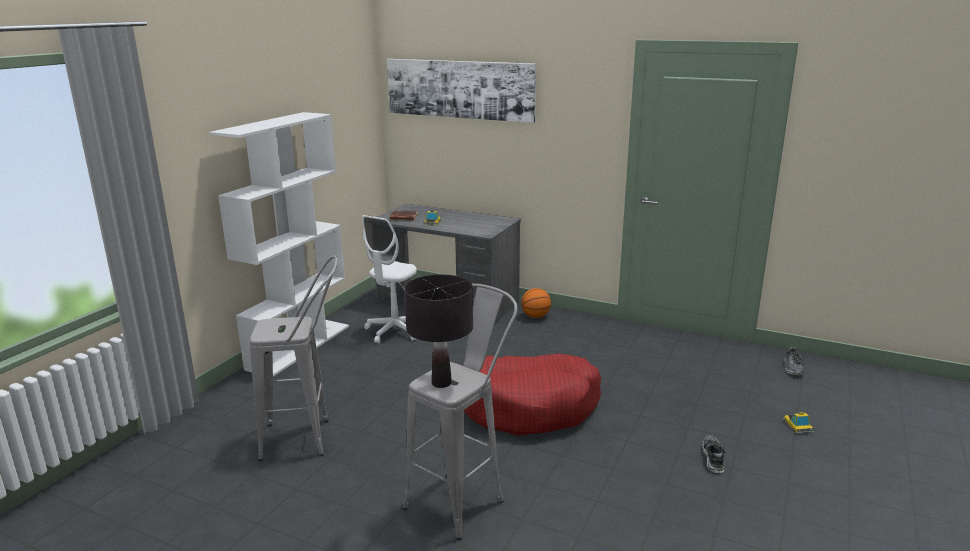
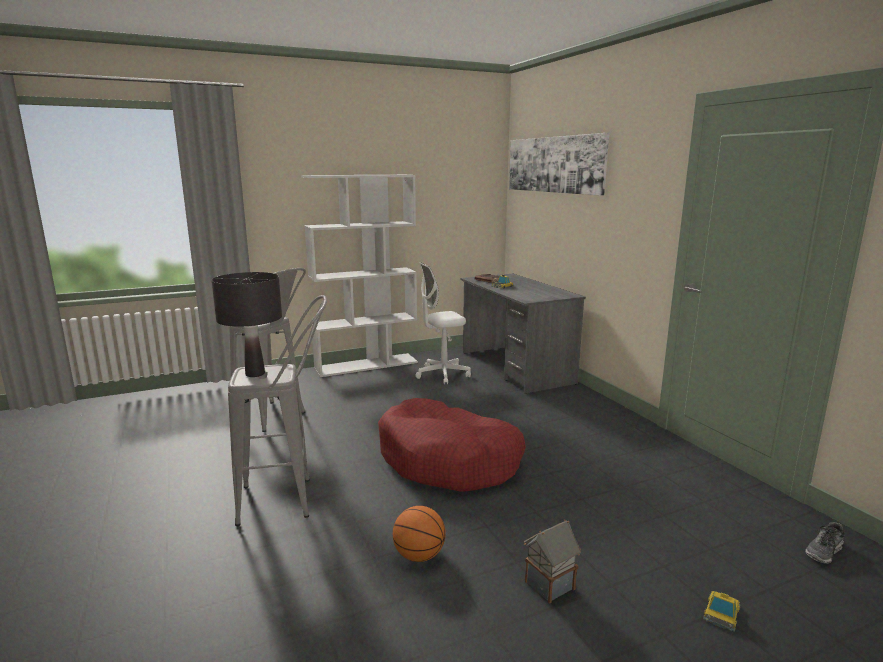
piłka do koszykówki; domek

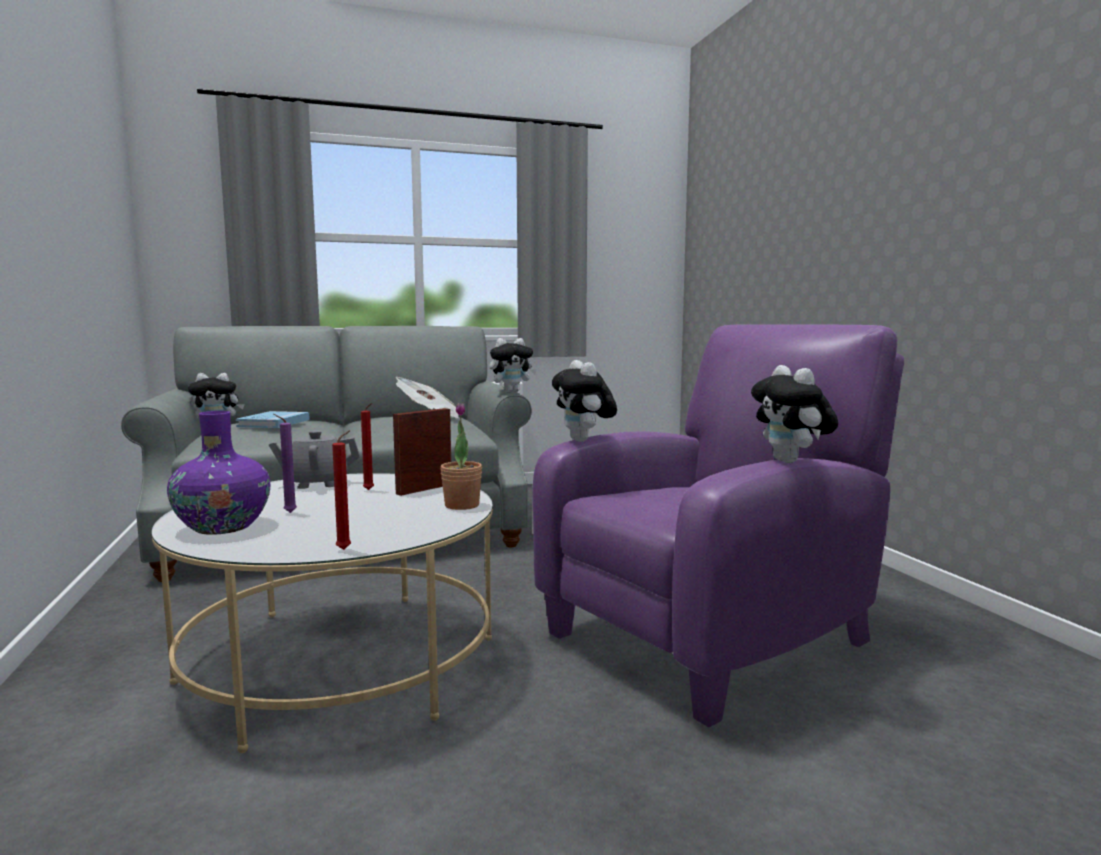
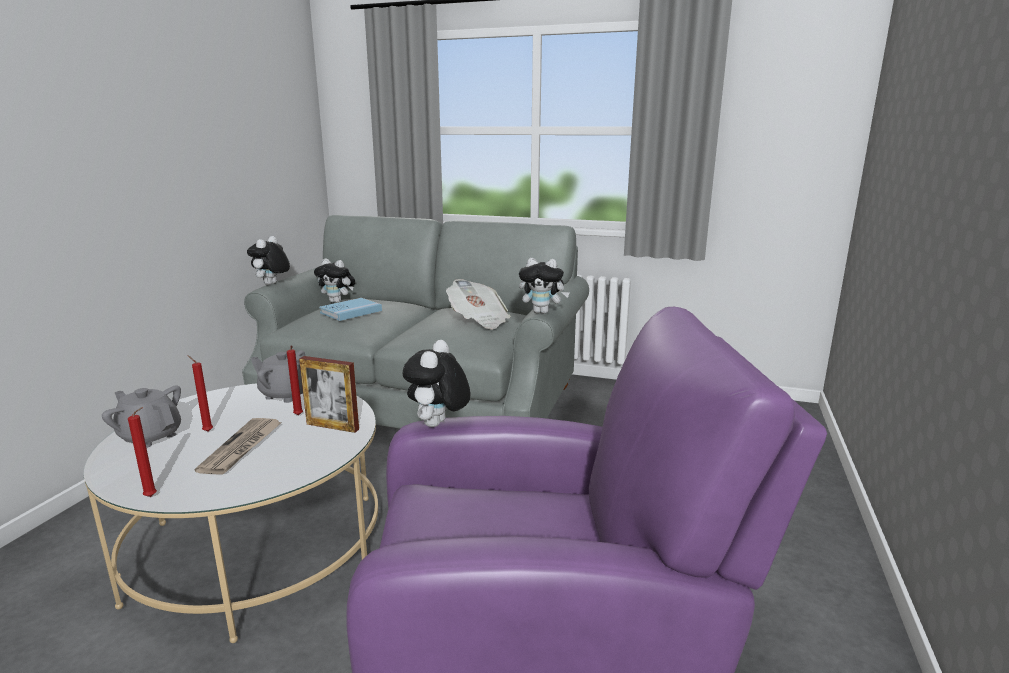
pluszak (1st from left); roślina doniczkowa; ramka na zdjęcie; imbryk (szary) (1st from left); świeca (czerwony) (2nd from left); gazeta (1st from left)

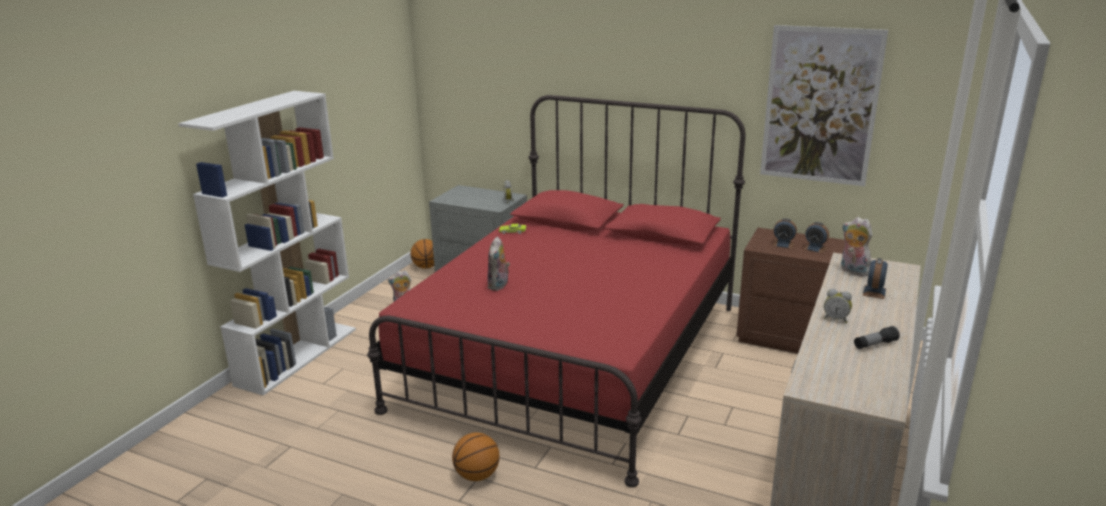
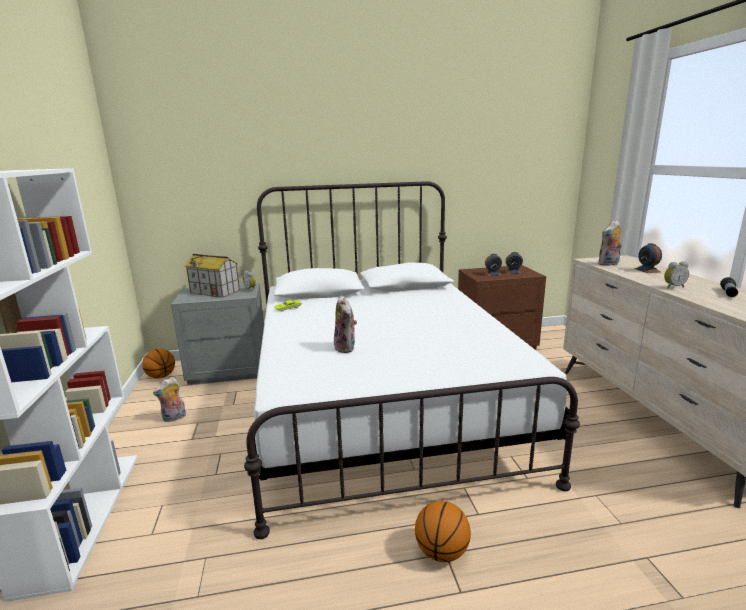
obraz; łóżko (biały); pluszak (3rd from left); domek

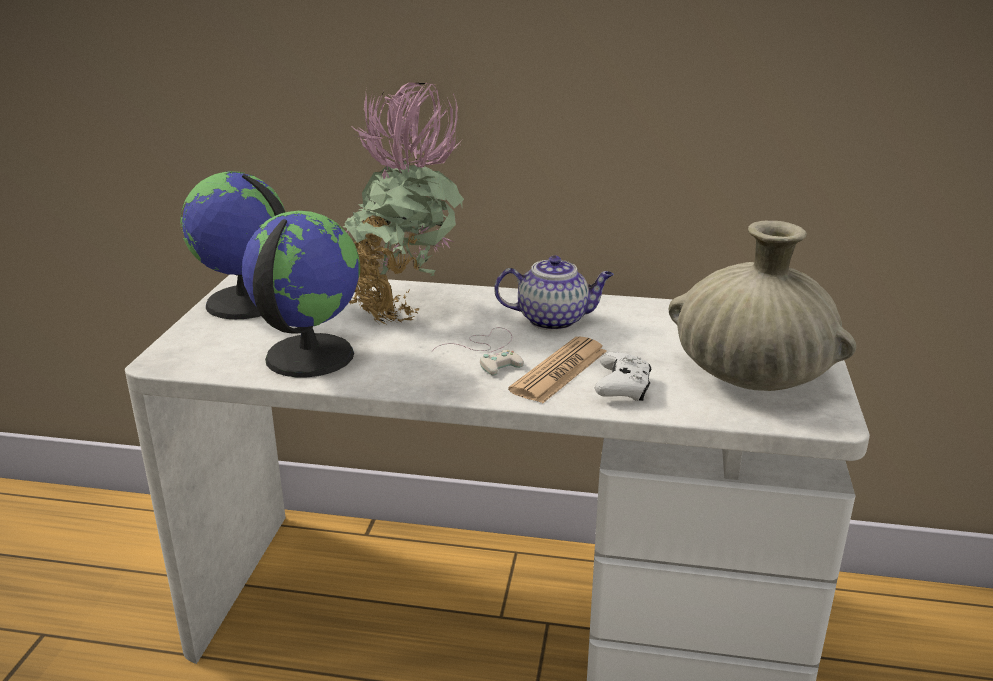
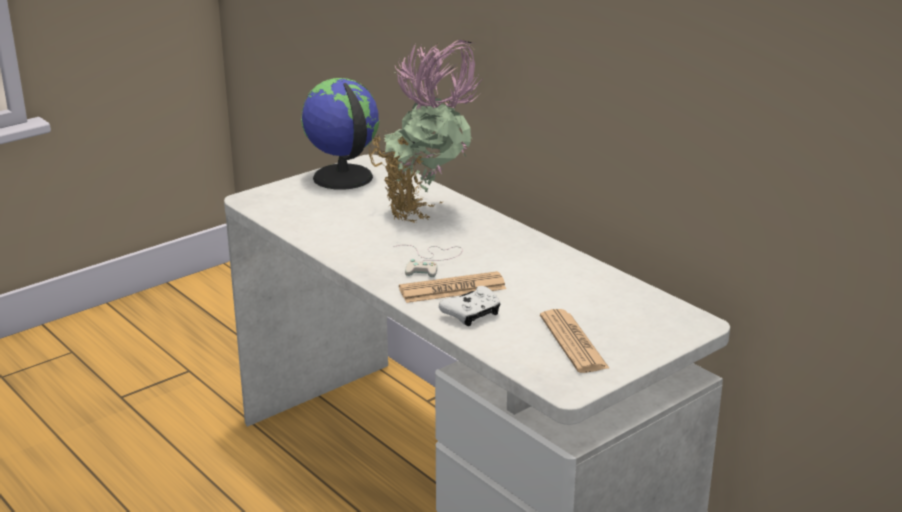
globus (2nd from left in the first image); gazeta (2nd from left); imbryk

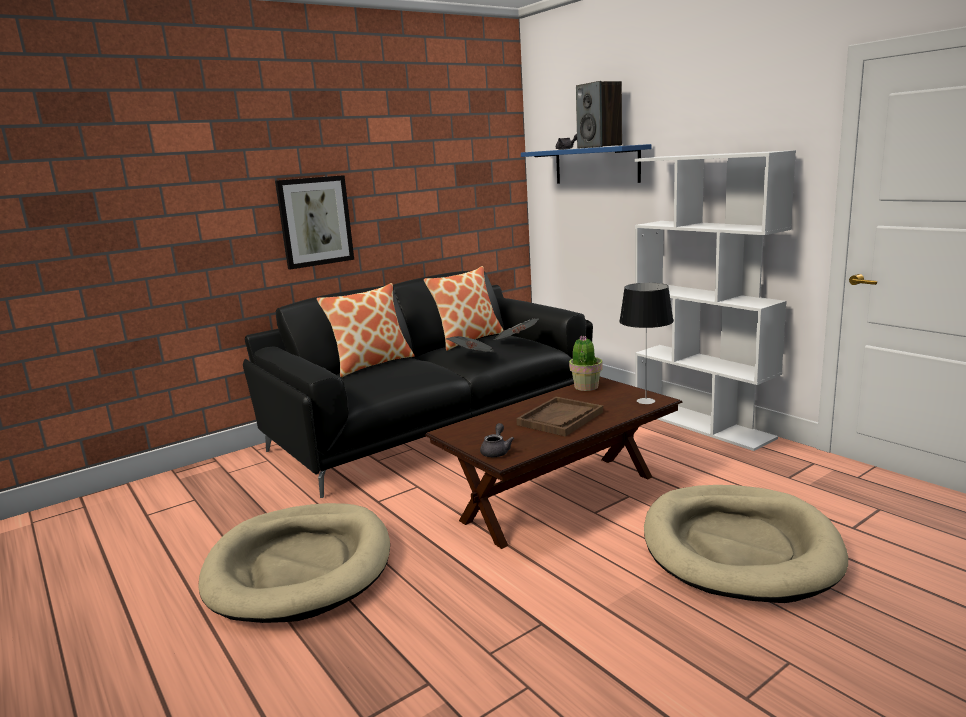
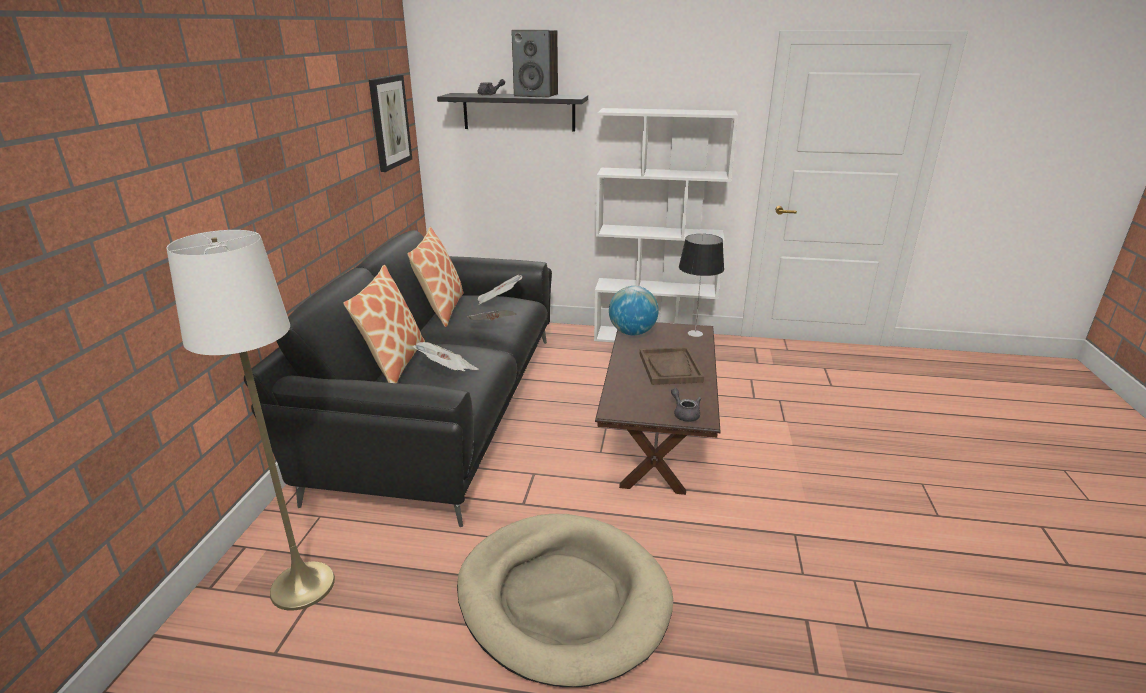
półka (czarny); obraz; globus; legowisko (beżowy) (2nd from left in the first image); lampa stojąca (biały); gazeta (1st from left)

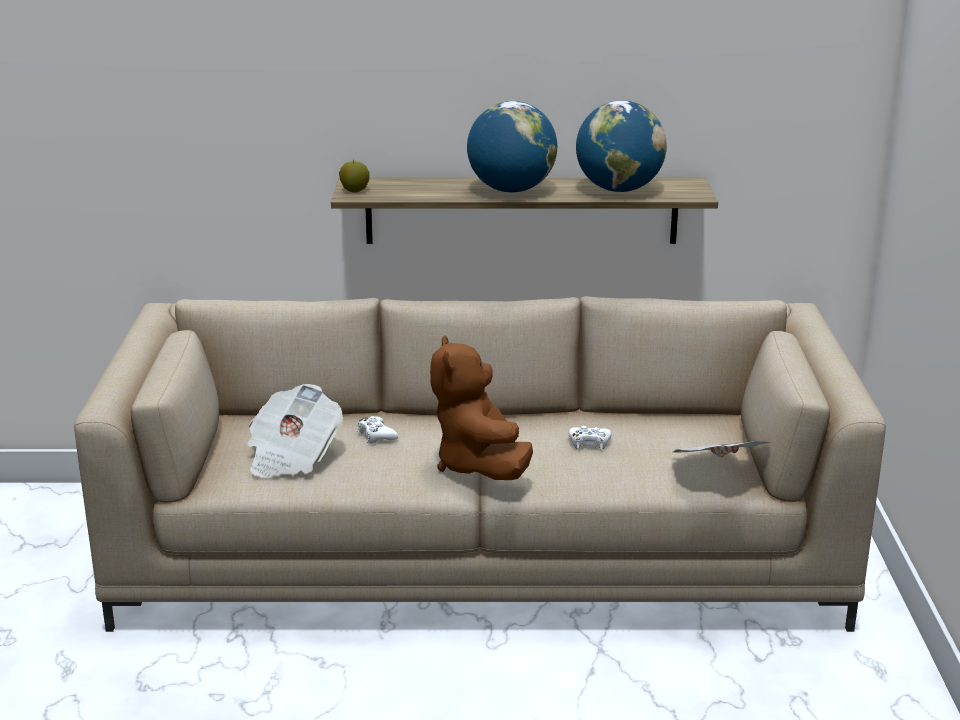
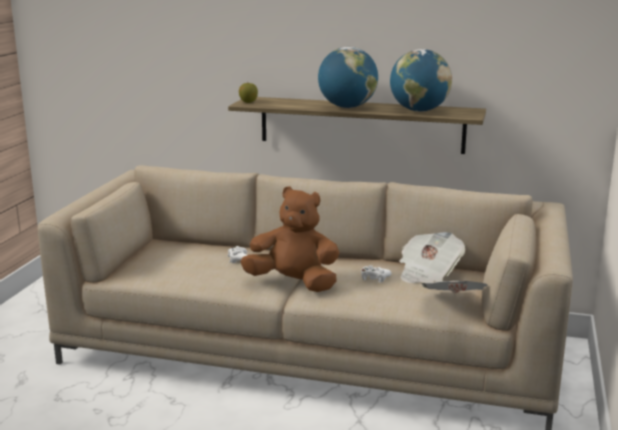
pluszak (brązowy); gazeta (1st from left)

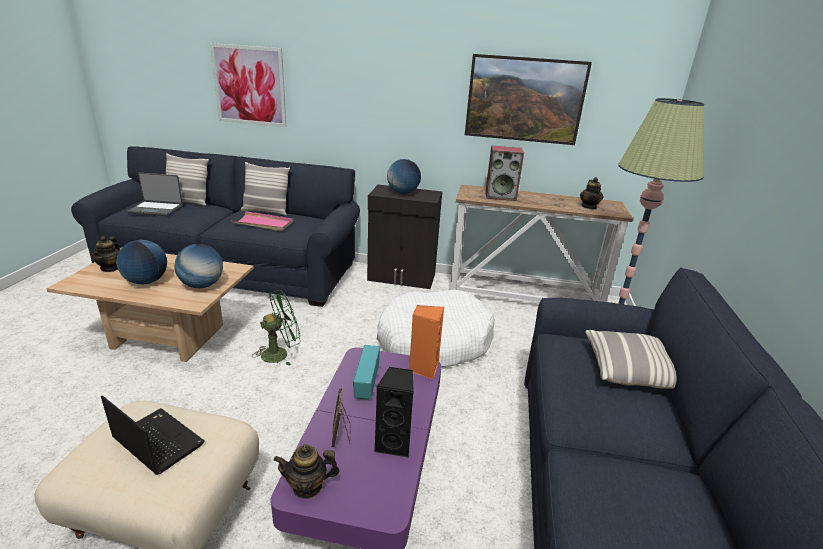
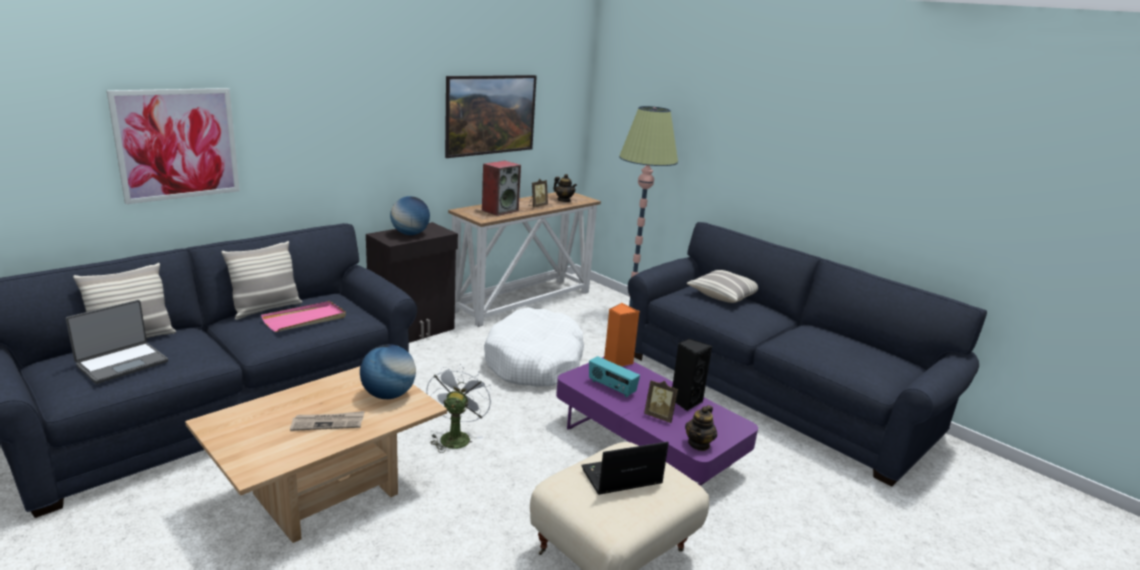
imbryk (1st from left in the first image); gazeta; wentylator (biały); ramka na zdjęcie (1st from left)

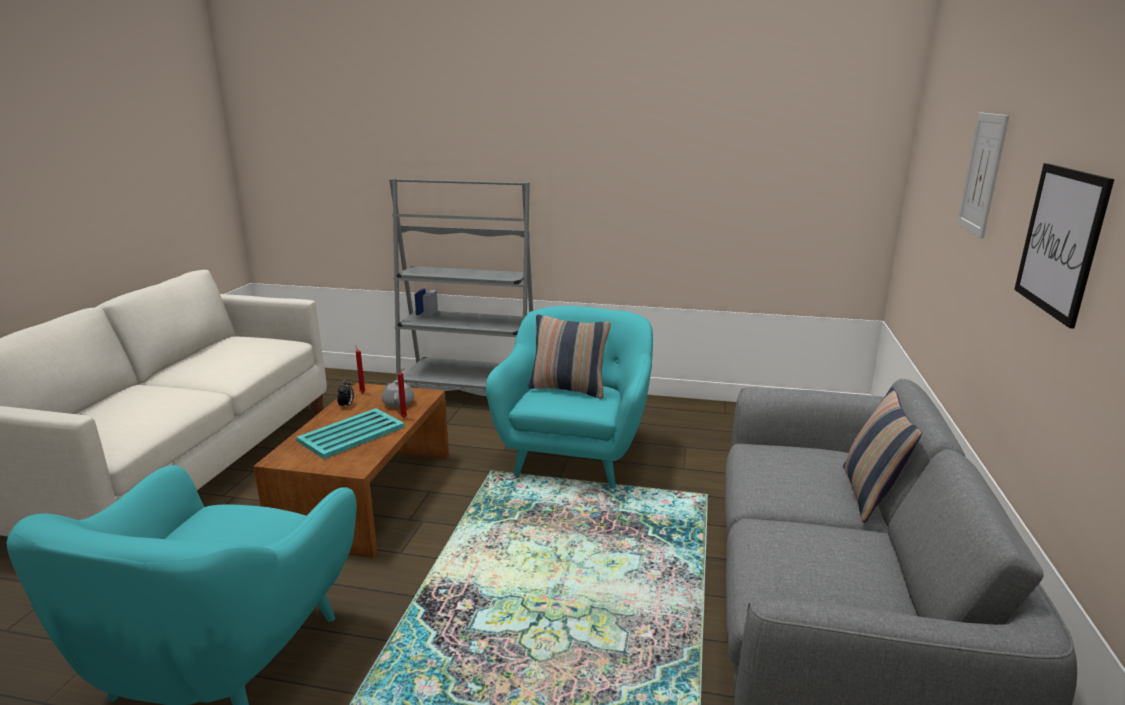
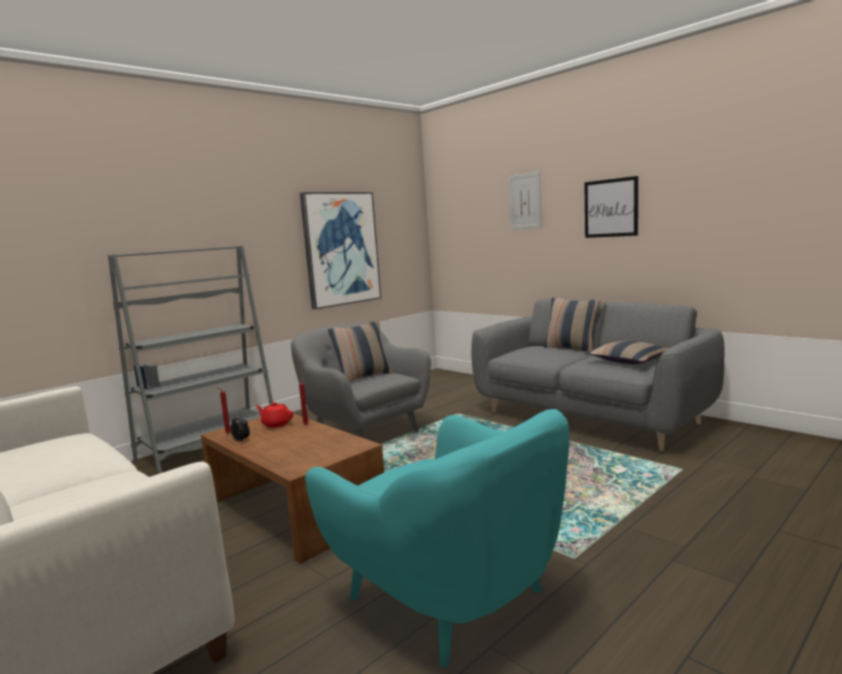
fotel (szary); imbryk (czerwony); taca (turkusowy); obraz (1st from left); poduszka (3rd from left)

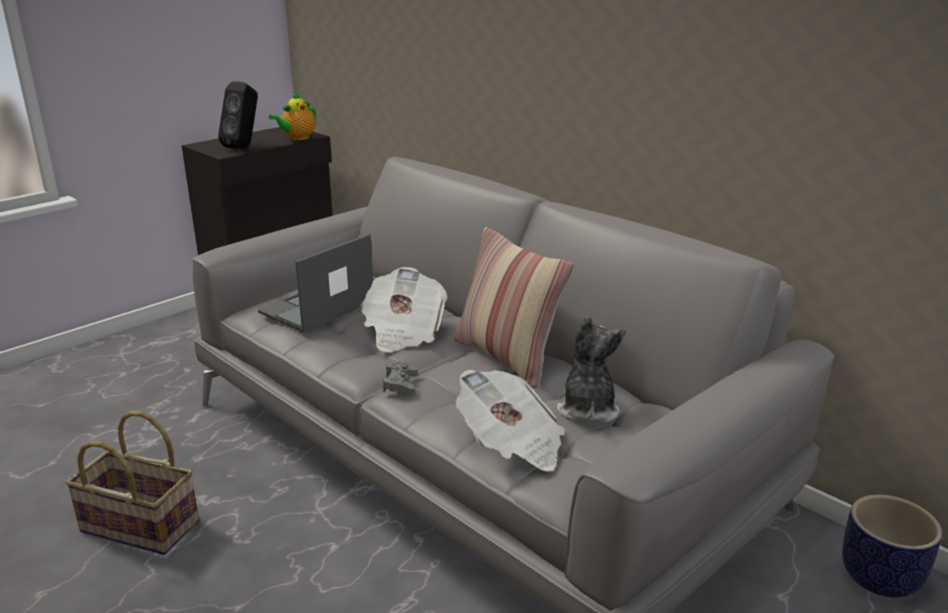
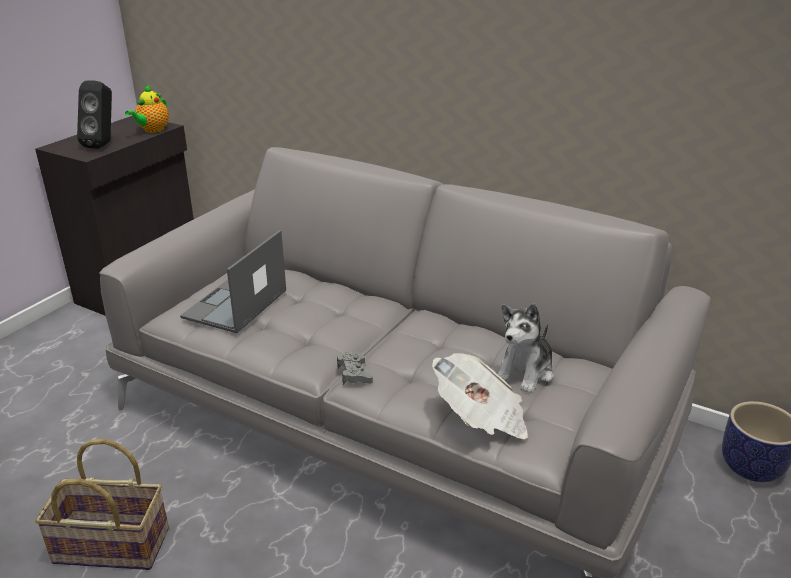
poduszka; gazeta (1st from left in the first image); pluszak

